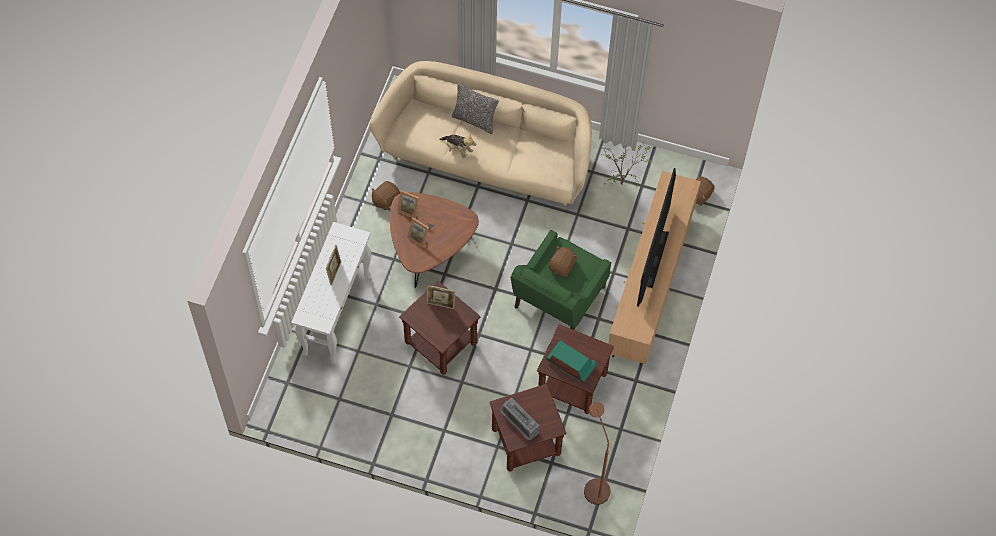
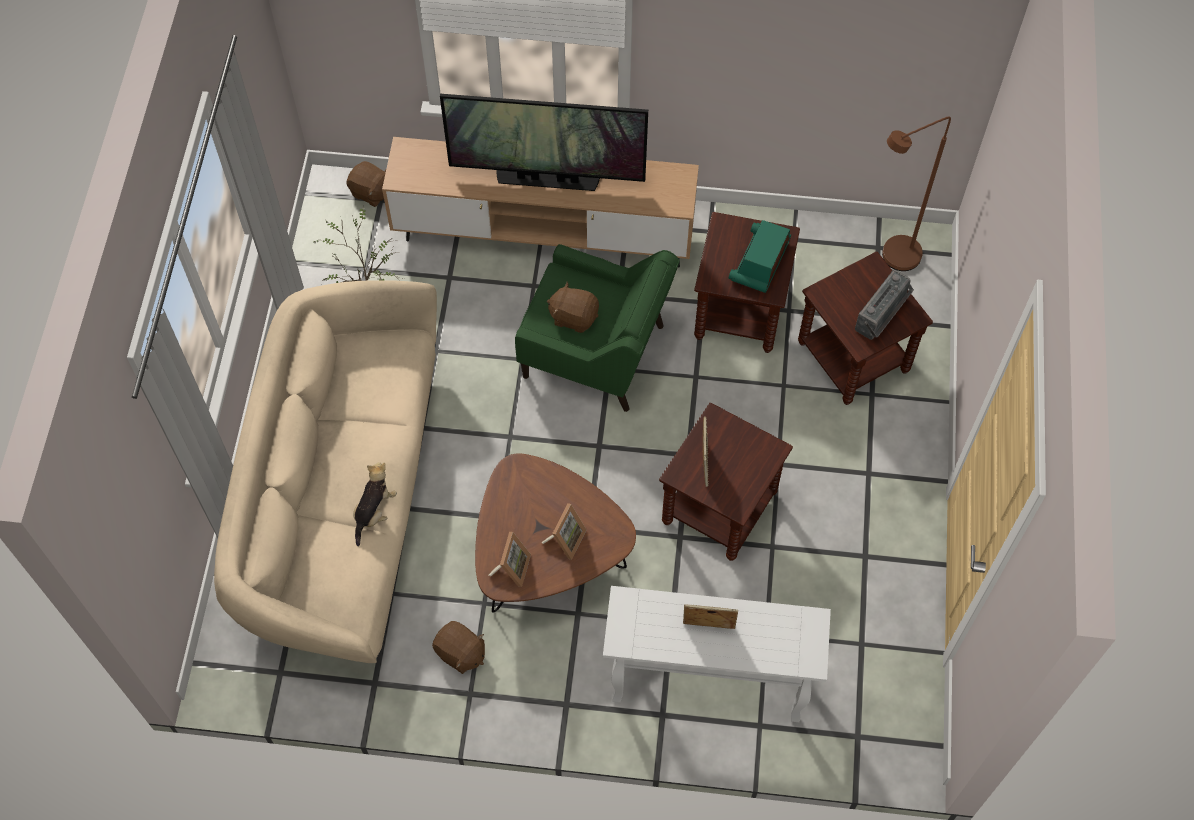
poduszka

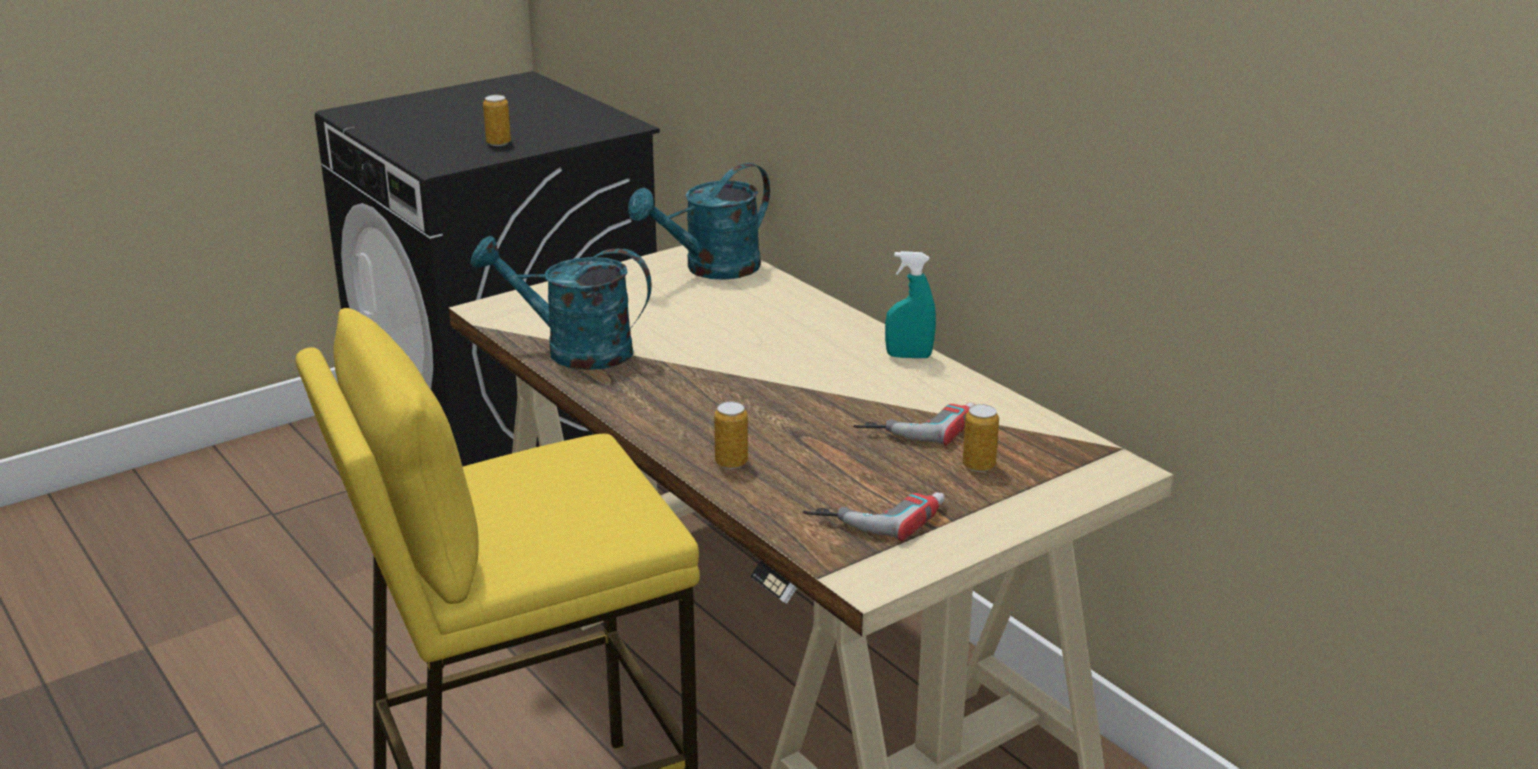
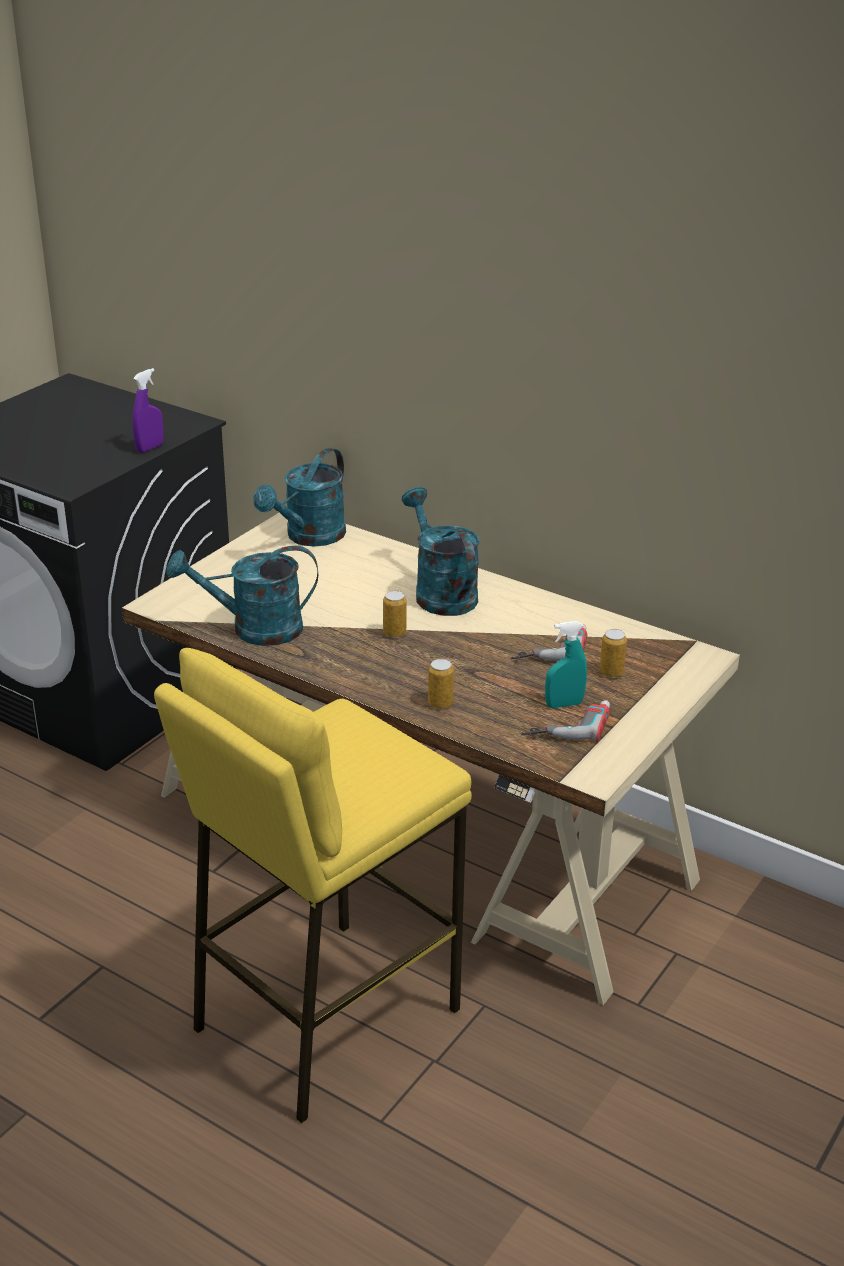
puszka (1st from left); spryskiwacz (turkusowy); spryskiwacz (fioletowy); konewka (turkusowy) (3rd from left)

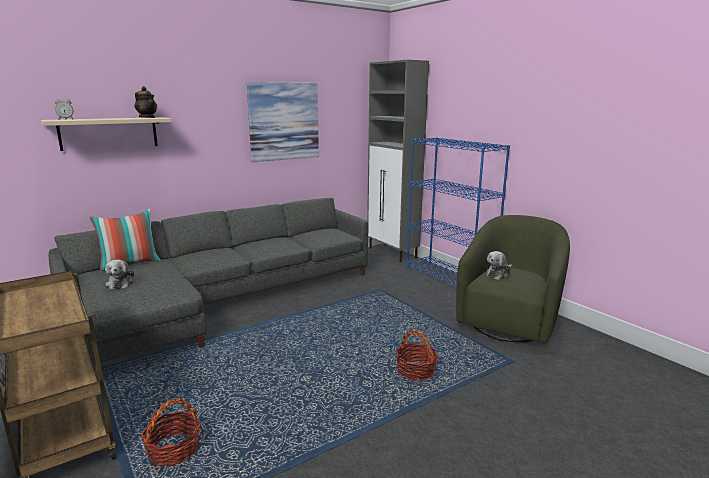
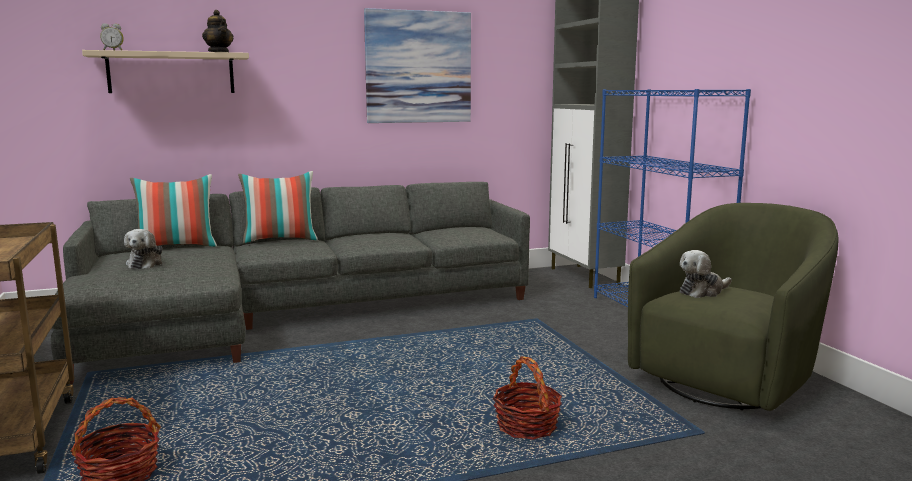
poduszka (2nd from left)

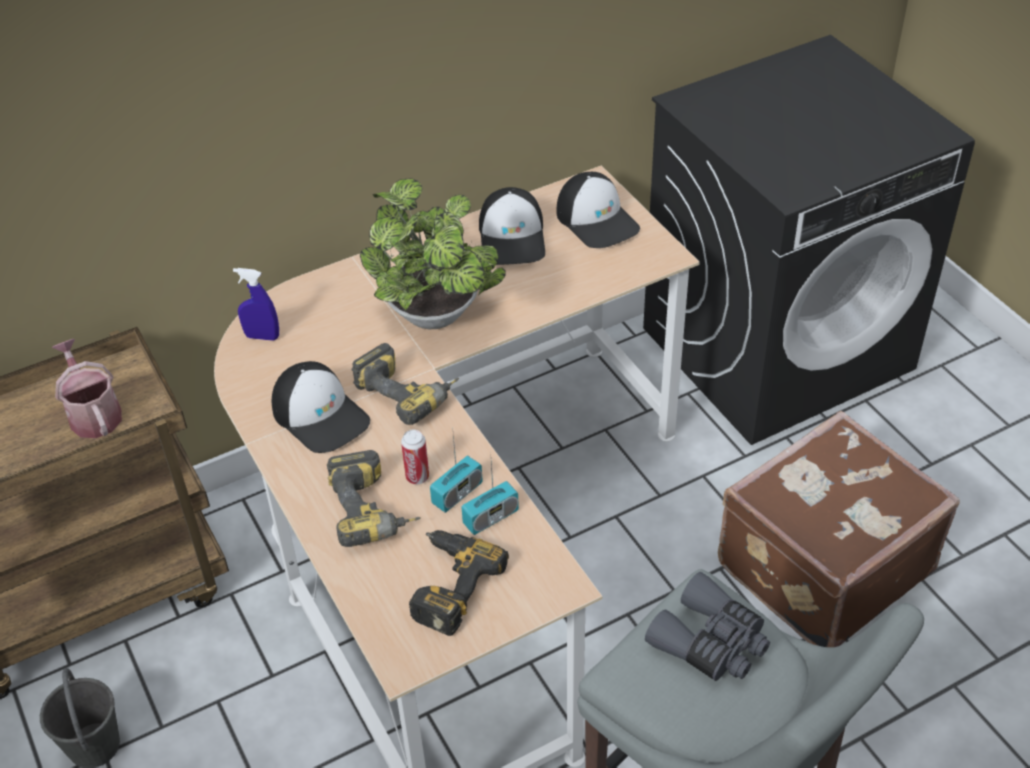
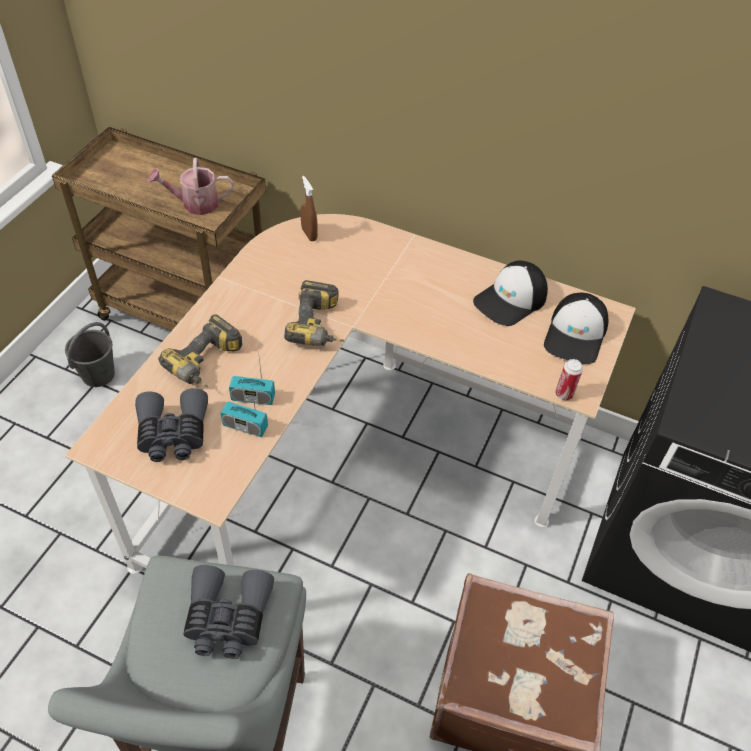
roślina doniczkowa; spryskiwacz (brązowy); konewka; czapka z daszkiem (1st from left in the first image); puszka; lornetka (szary) (1st from left)

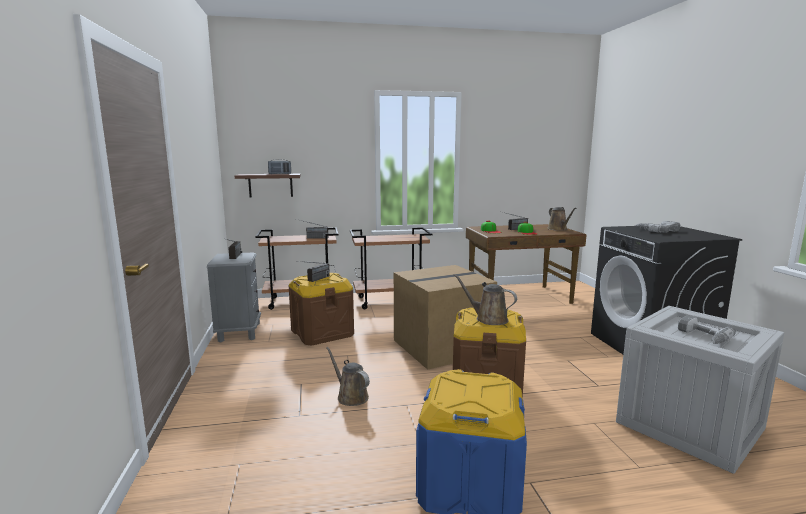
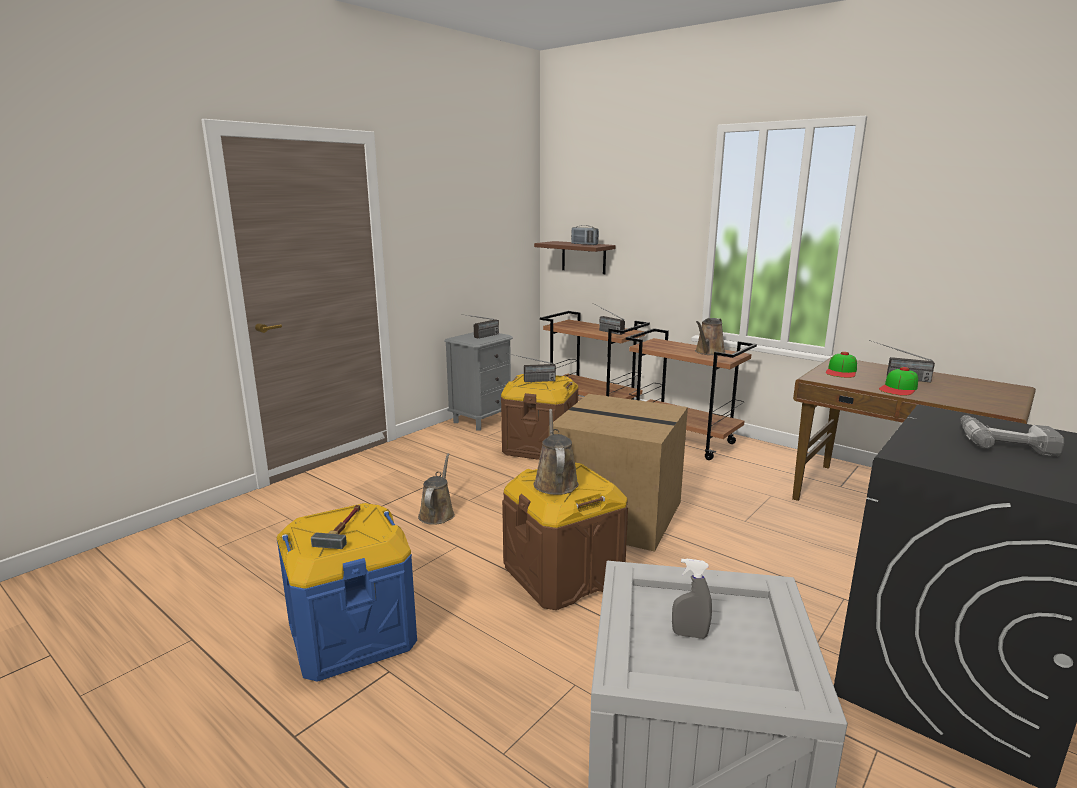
konewka (brązowy) (3rd from left); spryskiwacz (szary); młotek

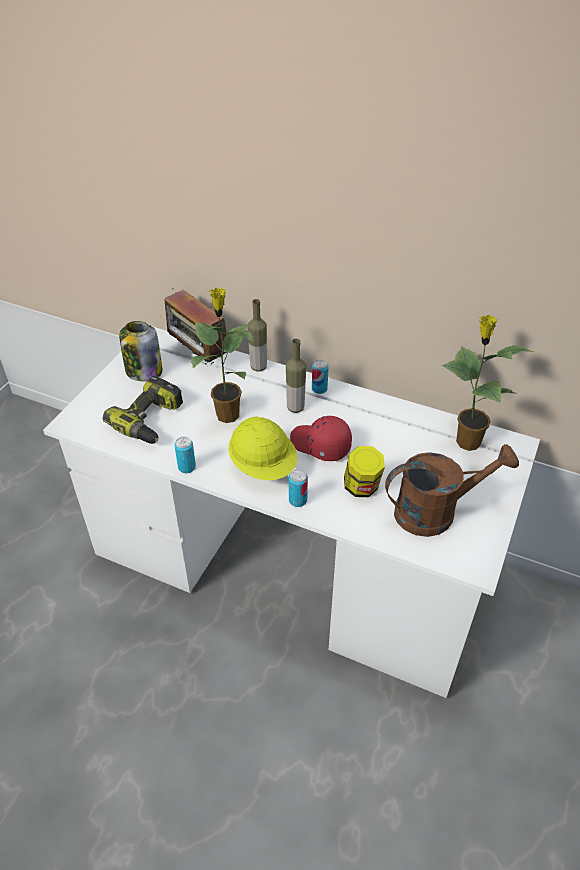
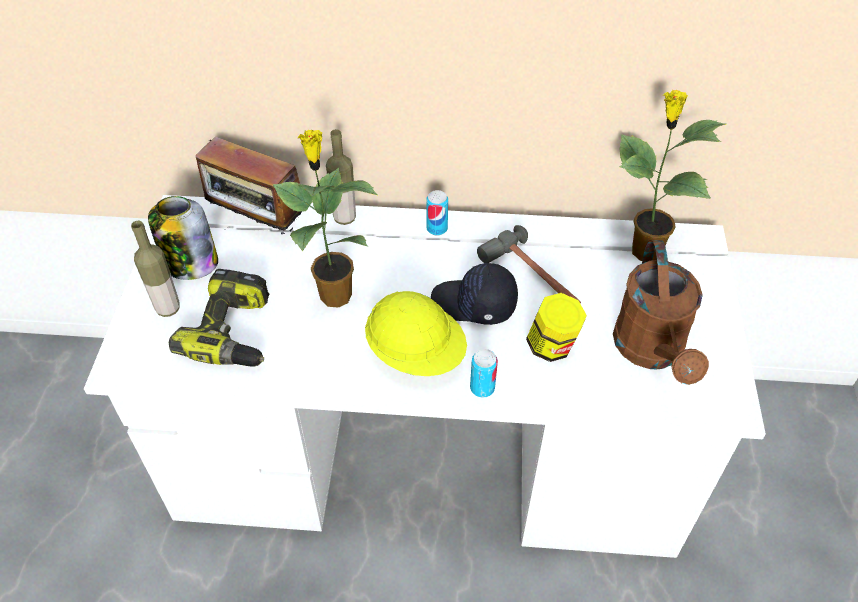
butelka (1st from left); czapka z daszkiem (czarny); puszka (1st from left in the first image); konewka (brązowy); młotek

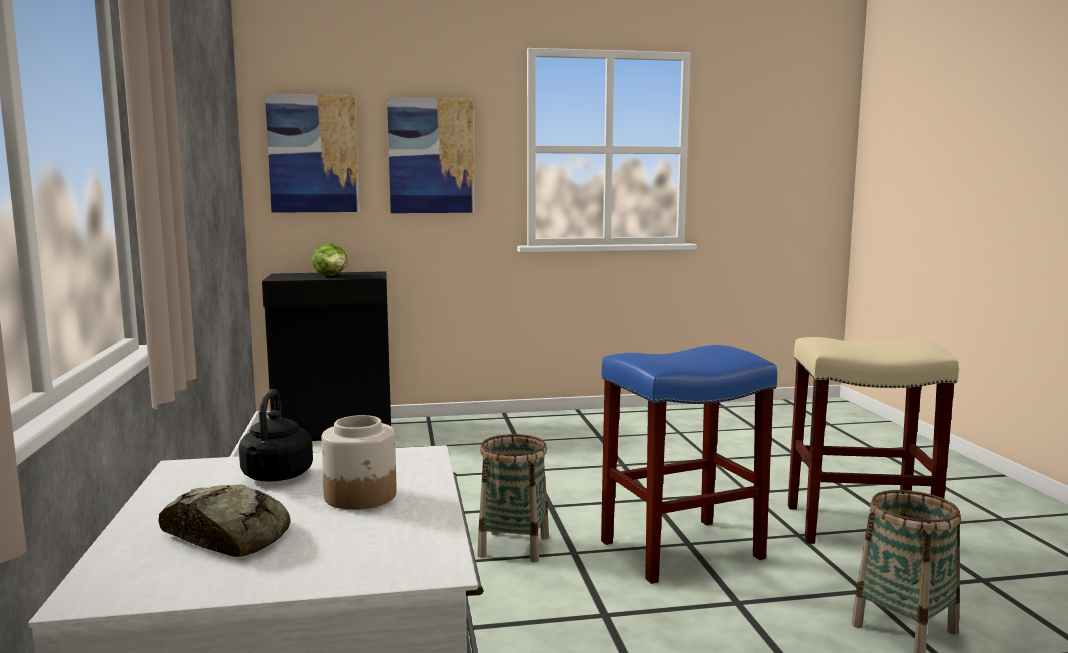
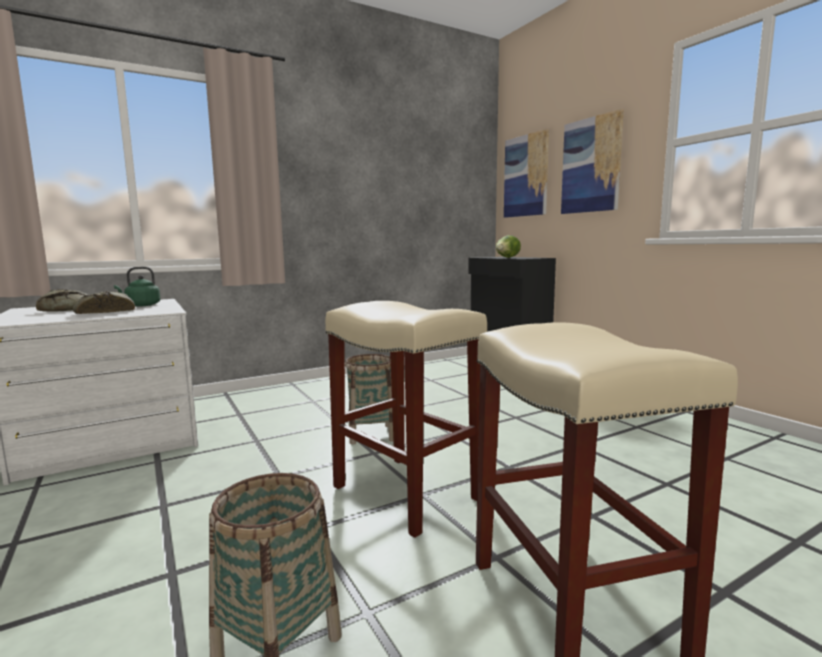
stołek (beżowy) (1st from left); czajnik (zielony); chleb (2nd from left)

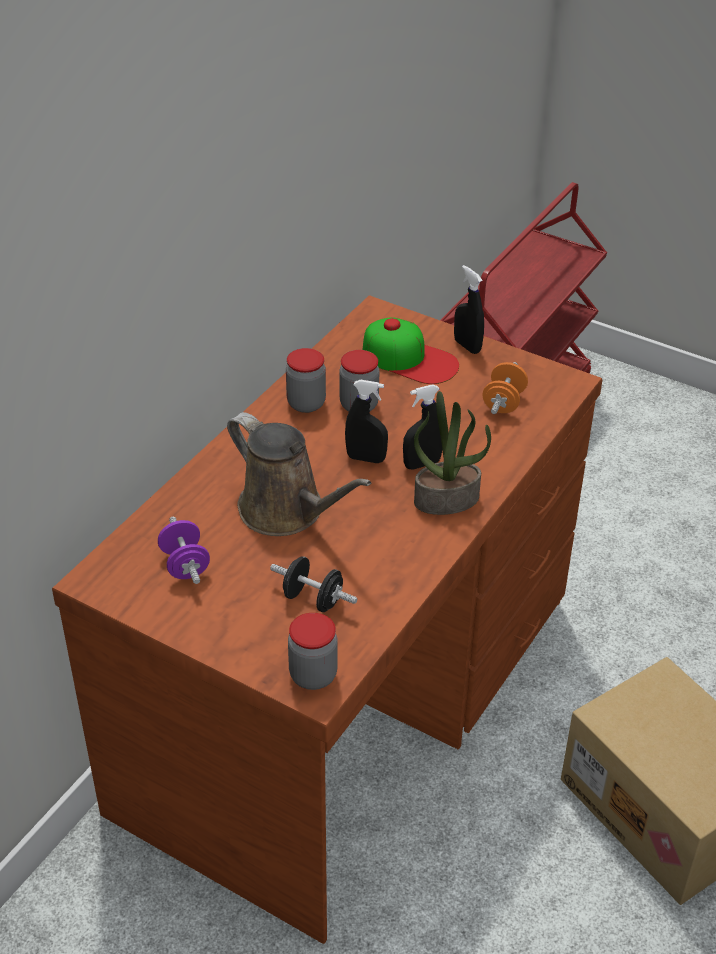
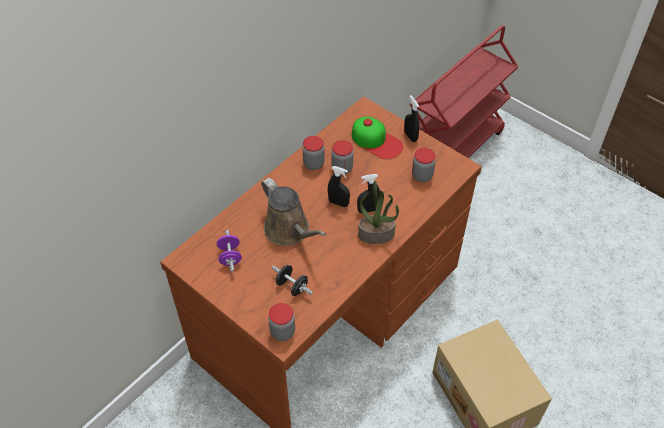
słoik (4th from left)

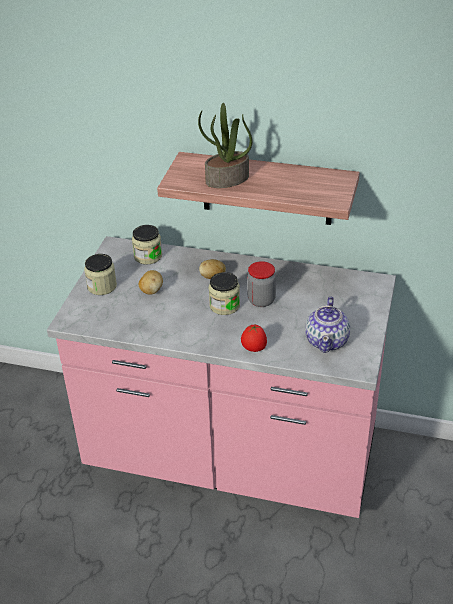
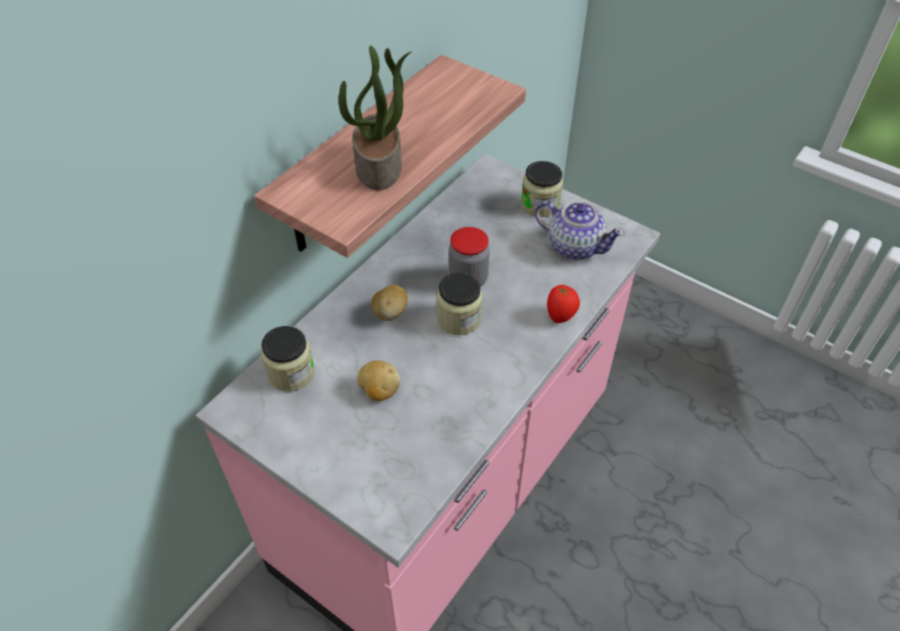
słoik (4th from left)

